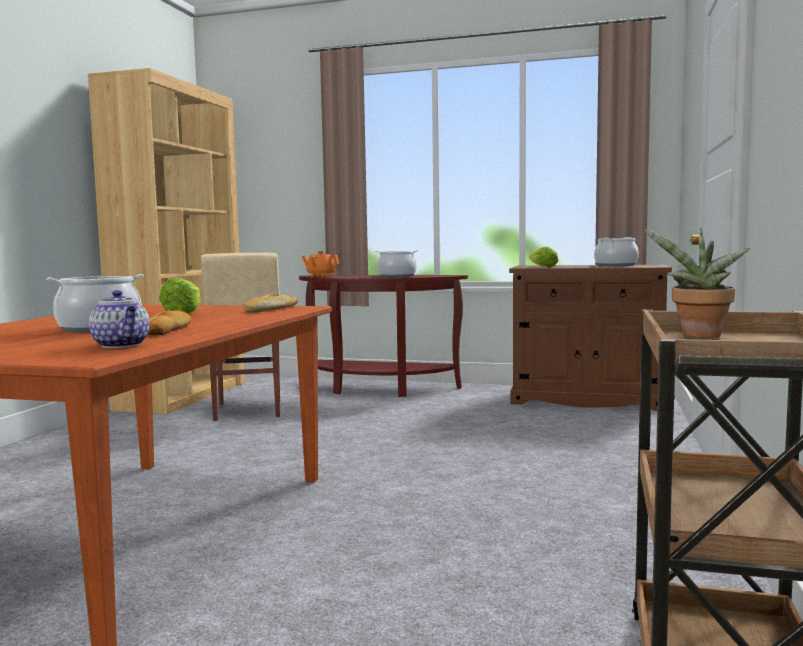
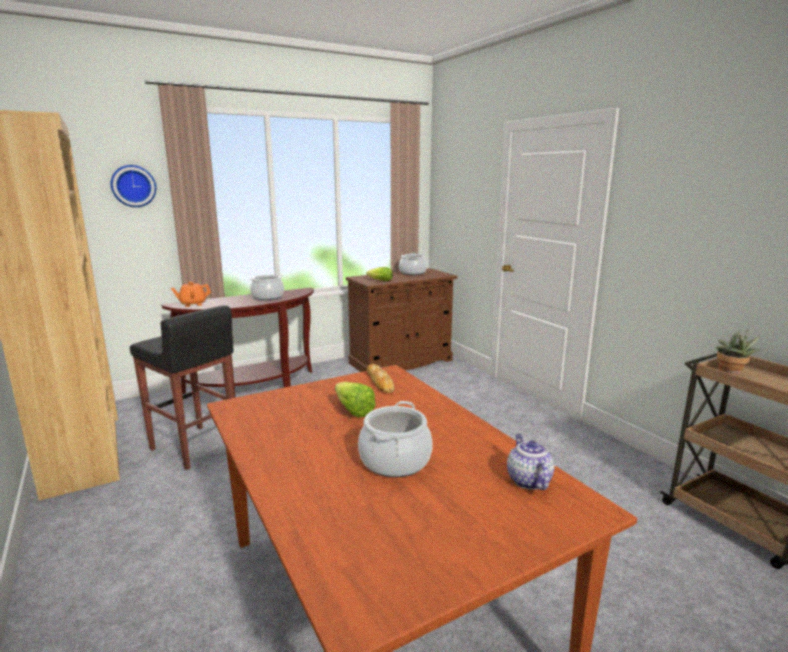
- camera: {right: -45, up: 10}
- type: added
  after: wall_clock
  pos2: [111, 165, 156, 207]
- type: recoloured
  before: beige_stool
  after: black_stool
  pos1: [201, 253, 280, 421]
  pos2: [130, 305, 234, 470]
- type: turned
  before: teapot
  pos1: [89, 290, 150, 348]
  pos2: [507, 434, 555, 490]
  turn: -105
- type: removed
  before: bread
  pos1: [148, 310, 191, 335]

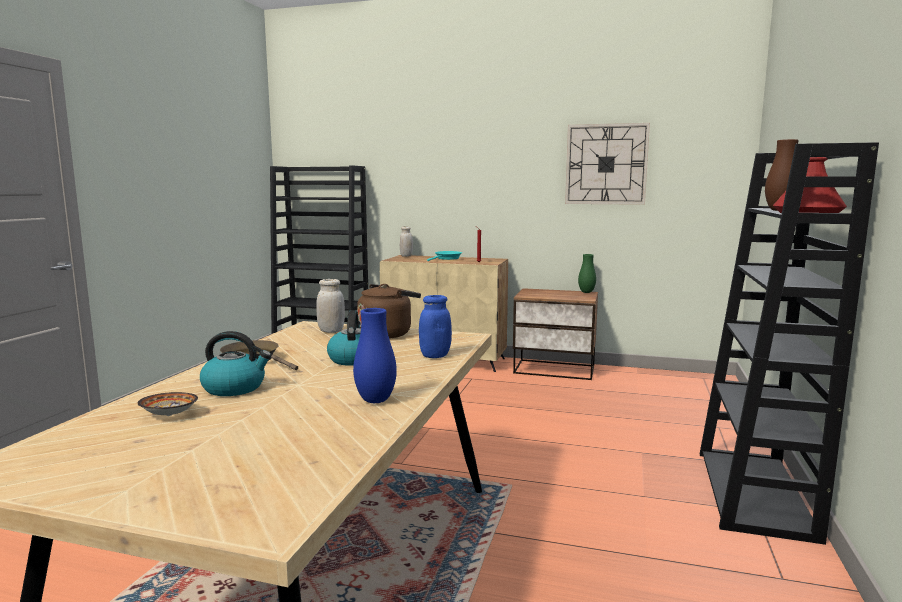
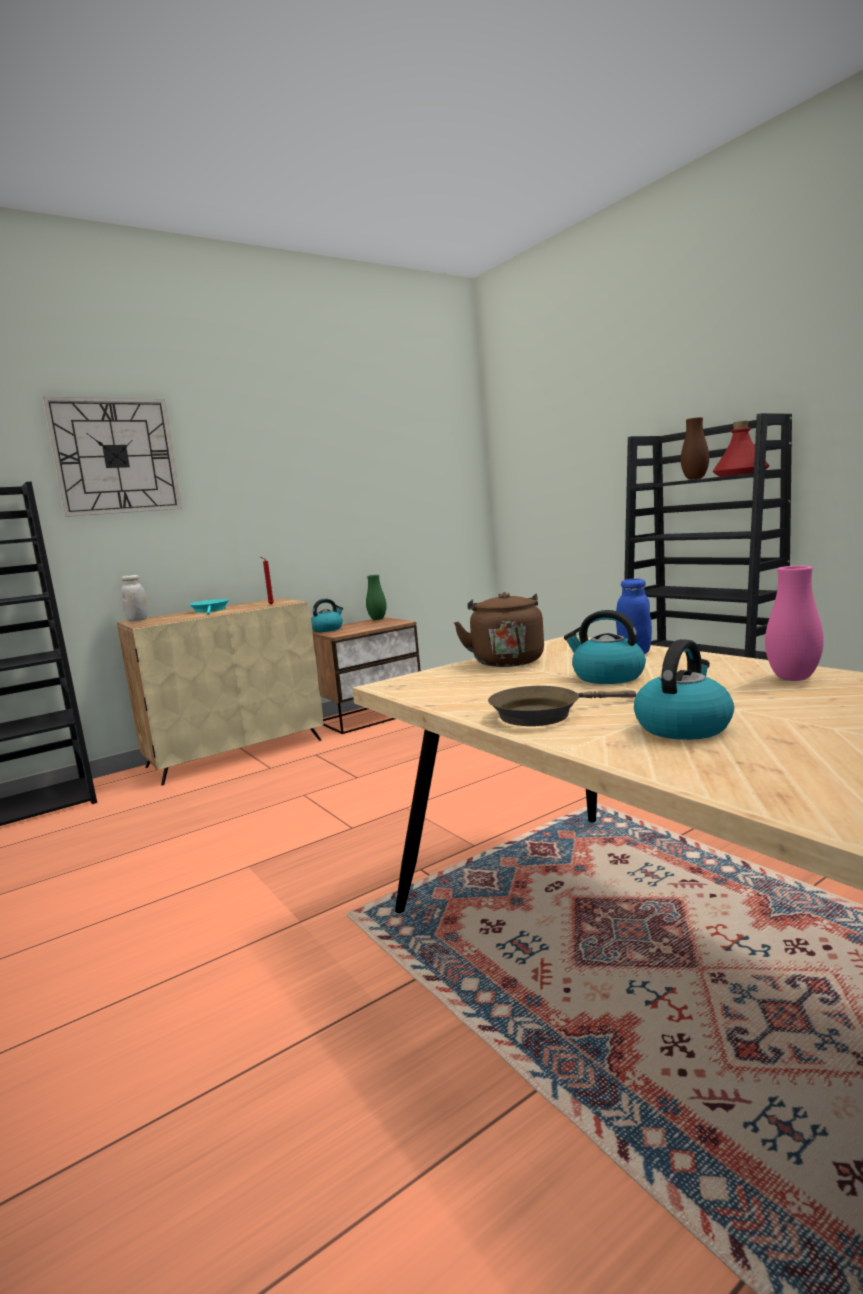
- camera: {right: -50, up: 0}
- type: moved
  before: wall_clock
  pos1: [565, 123, 650, 205]
  pos2: [42, 397, 182, 517]
- type: added
  after: kettle
  pos2: [311, 599, 343, 632]
- type: recoloured
  before: blue_vase
  after: pink_vase
  pos1: [353, 308, 397, 403]
  pos2: [765, 566, 824, 681]
- type: removed
  before: bowl
  pos1: [138, 392, 198, 416]
- type: removed
  before: white_jar
  pos1: [316, 279, 345, 333]

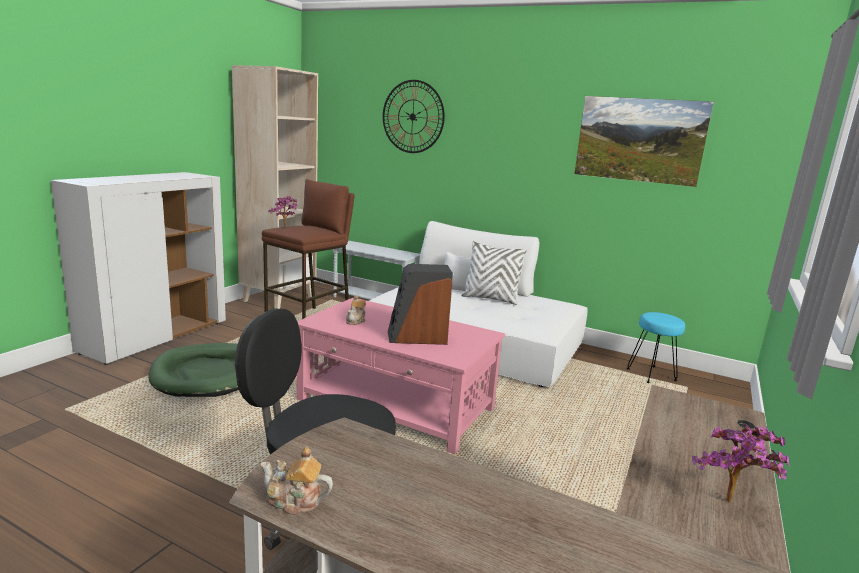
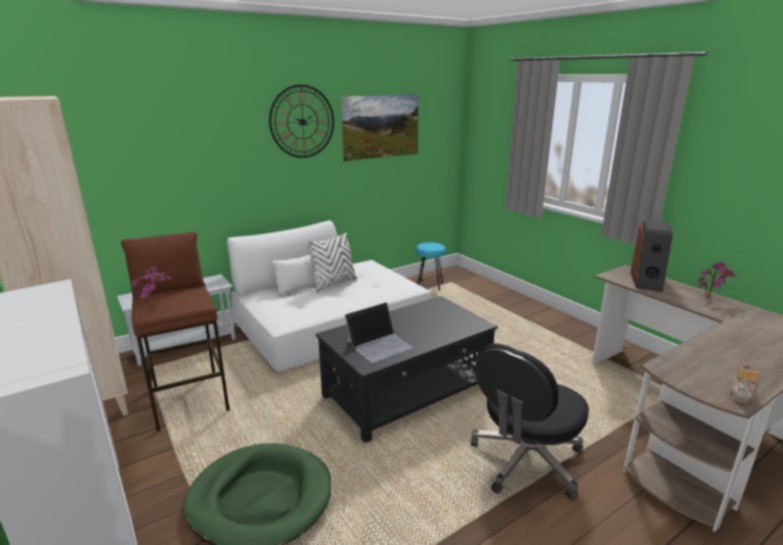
- camera: {right: -60, up: 5}
- type: moved
  before: wall_clock
  pos1: [383, 80, 445, 153]
  pos2: [269, 85, 334, 158]
- type: recoloured
  before: pink_coffee_table
  after: black_coffee_table
  pos1: [297, 297, 505, 454]
  pos2: [316, 296, 498, 443]
- type: replaced
  before: teapot
  after: laptop
  pos1: [346, 295, 366, 325]
  pos2: [345, 302, 413, 363]
- type: moved
  before: speaker
  pos1: [388, 264, 453, 345]
  pos2: [631, 220, 673, 292]

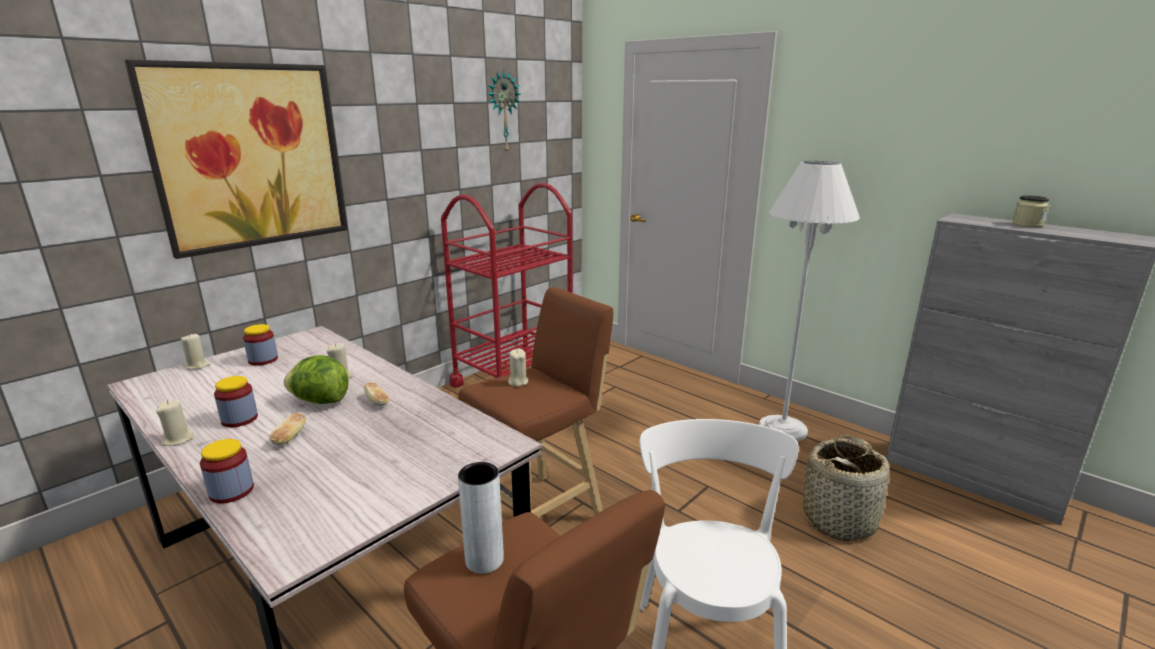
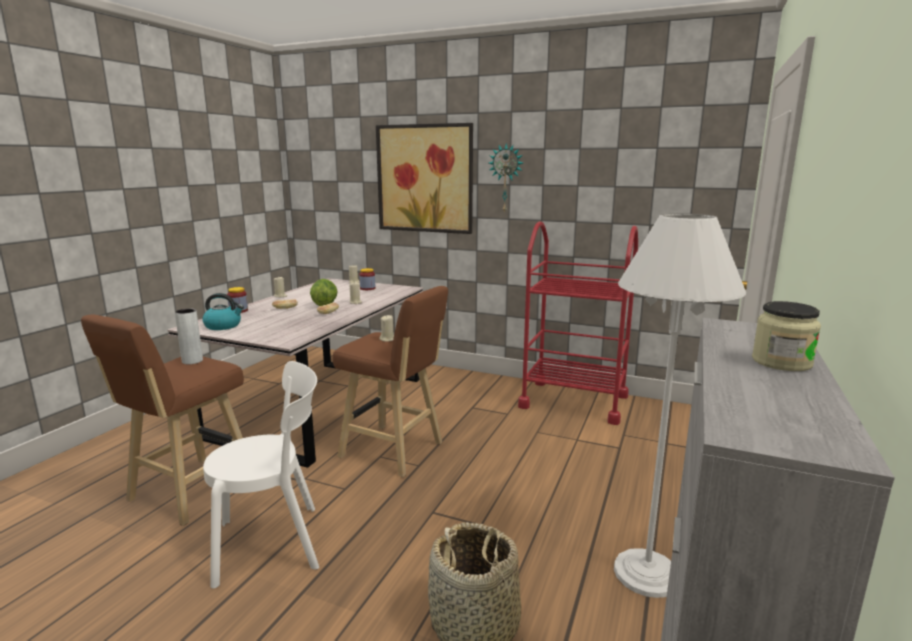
- camera: {right: 70, up: -5}
- type: added
  after: kettle
  pos2: [202, 293, 244, 330]
- type: moved
  before: wall_clock
  pos1: [488, 70, 520, 152]
  pos2: [489, 143, 523, 213]
- type: removed
  before: jar
  pos1: [214, 376, 258, 427]

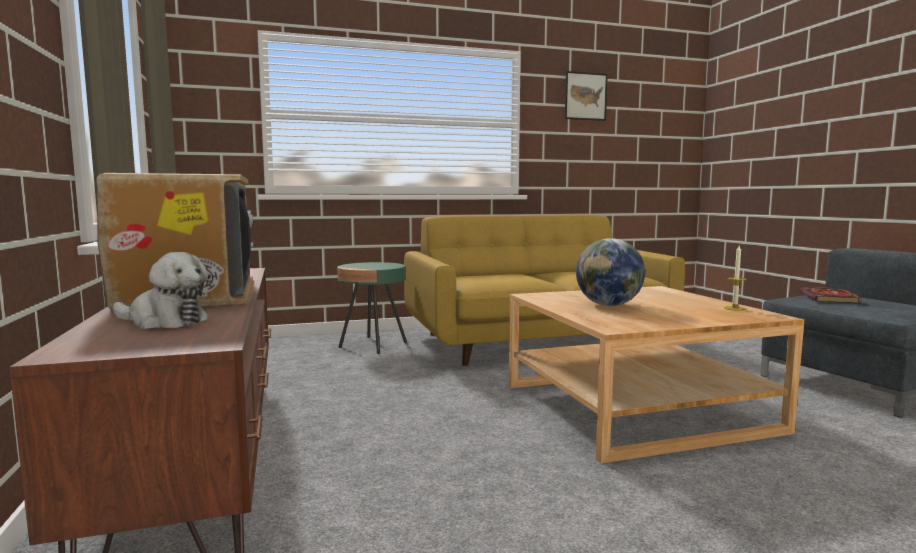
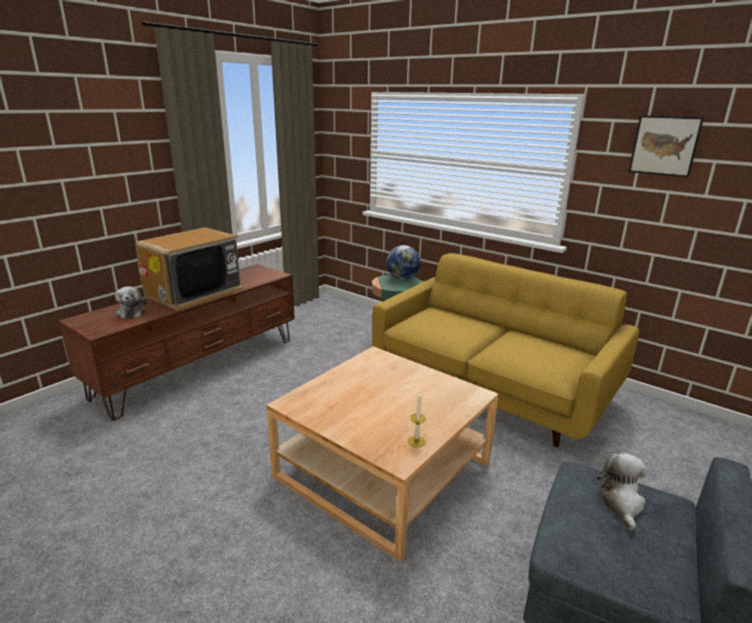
- camera: {right: 55, up: 15}
- type: moved
  before: globe
  pos1: [576, 238, 645, 306]
  pos2: [386, 245, 421, 280]
- type: replaced
  before: book
  after: plush_toy
  pos1: [800, 287, 861, 304]
  pos2: [597, 453, 647, 531]

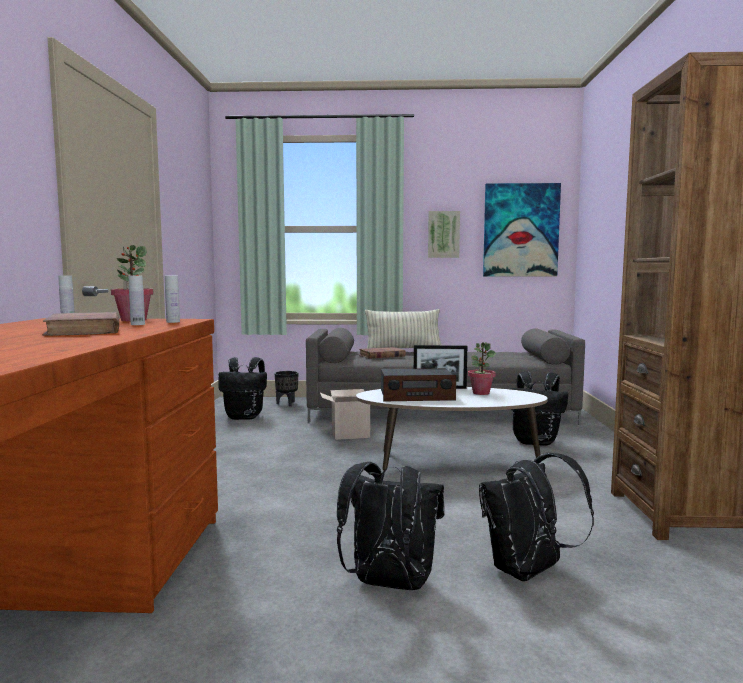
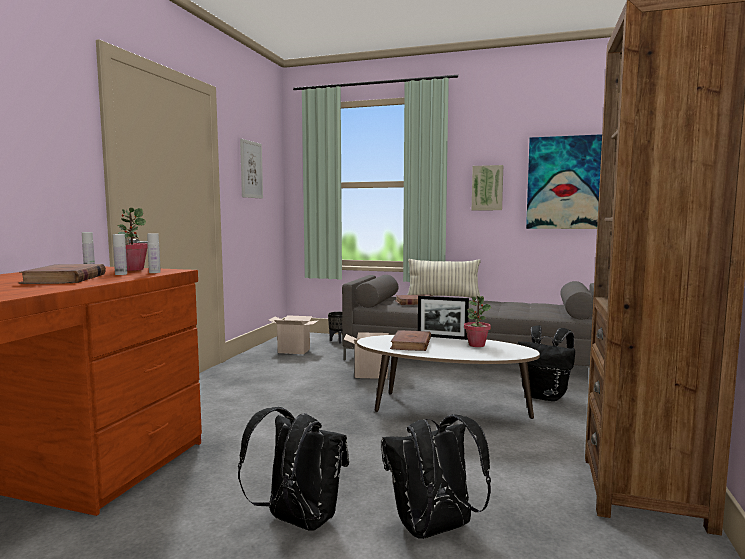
- camera: {right: 15, up: 0}
- type: added
  after: picture
  pos2: [240, 139, 263, 199]
- type: replaced
  before: black_backpack
  after: cardboard_box
  pos1: [218, 357, 267, 420]
  pos2: [269, 315, 319, 354]
- type: replaced
  before: radio
  after: brown_book
  pos1: [381, 368, 456, 401]
  pos2: [390, 330, 431, 351]

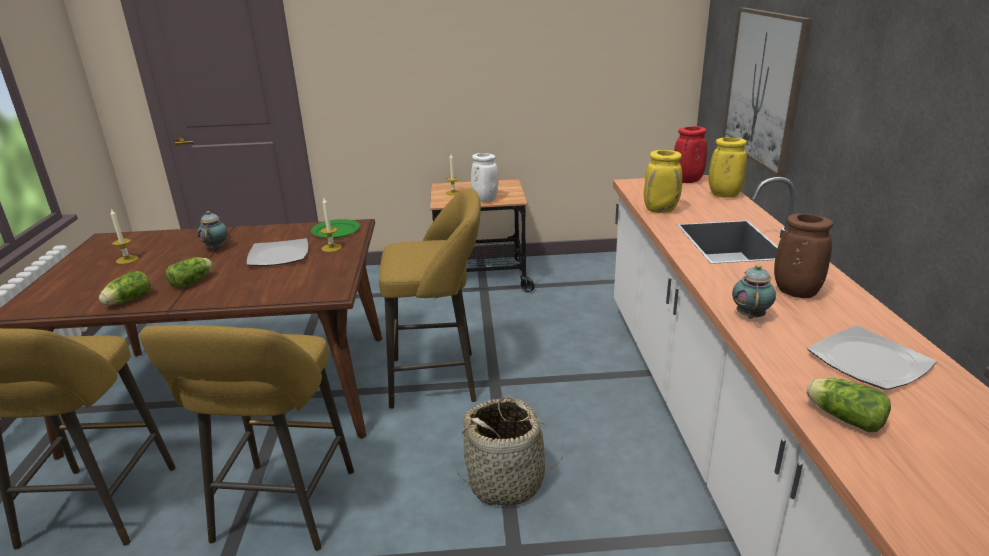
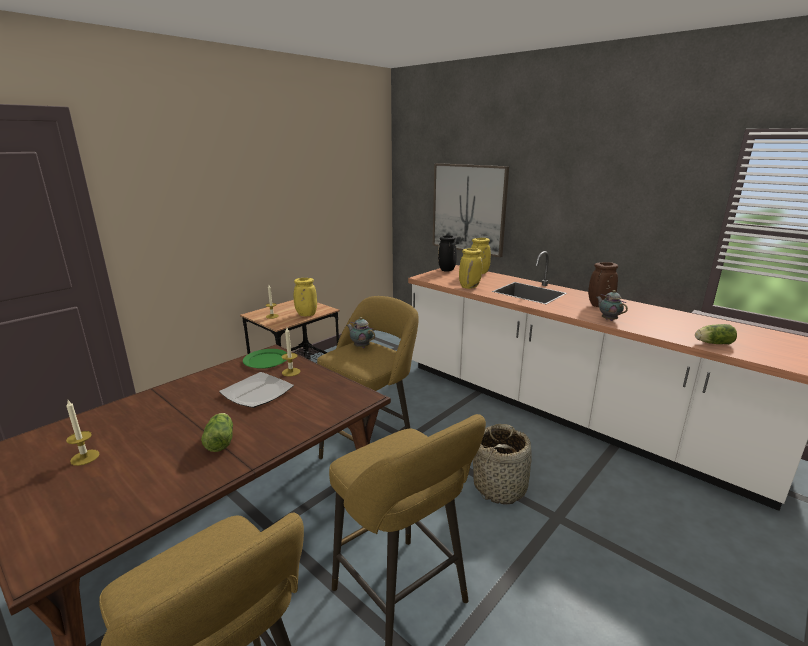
- camera: {right: -45, up: -5}
- type: recoloured
  before: white_vase
  after: yellow_vase
  pos1: [471, 153, 498, 202]
  pos2: [294, 278, 317, 316]
- type: moved
  before: teapot
  pos1: [198, 211, 228, 250]
  pos2: [347, 317, 375, 348]
- type: recoloured
  before: red_vase
  after: black_vase
  pos1: [674, 126, 707, 183]
  pos2: [438, 235, 457, 272]
- type: removed
  before: lettuce
  pos1: [99, 271, 151, 305]
- type: removed
  before: plate
  pos1: [808, 326, 937, 390]

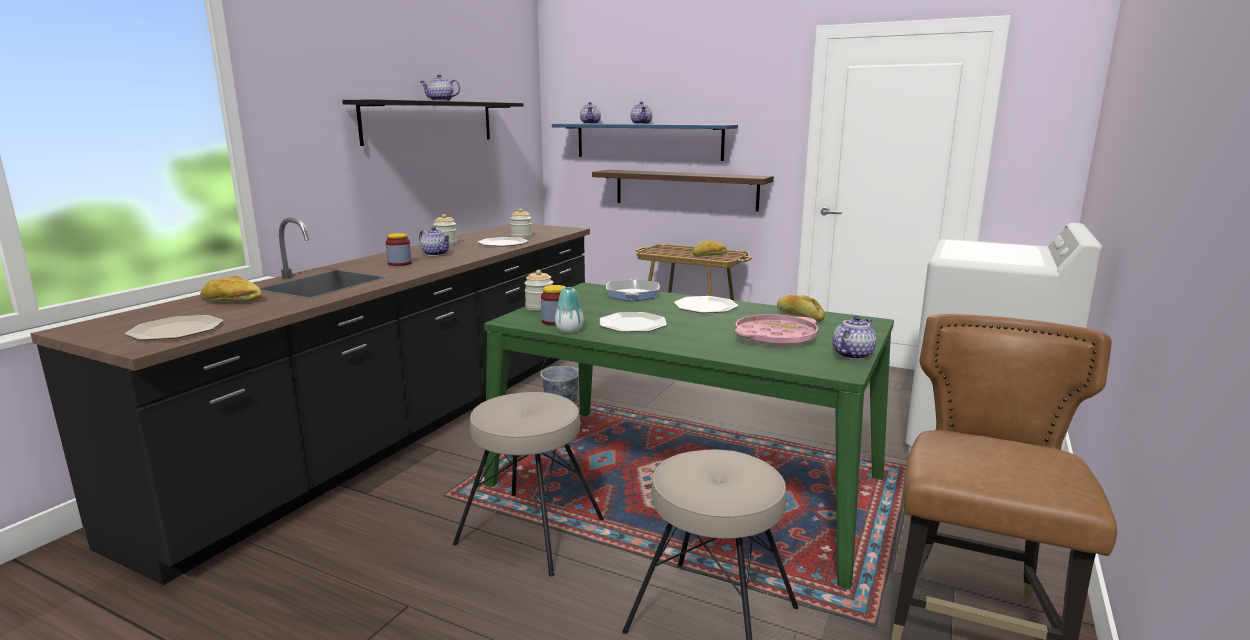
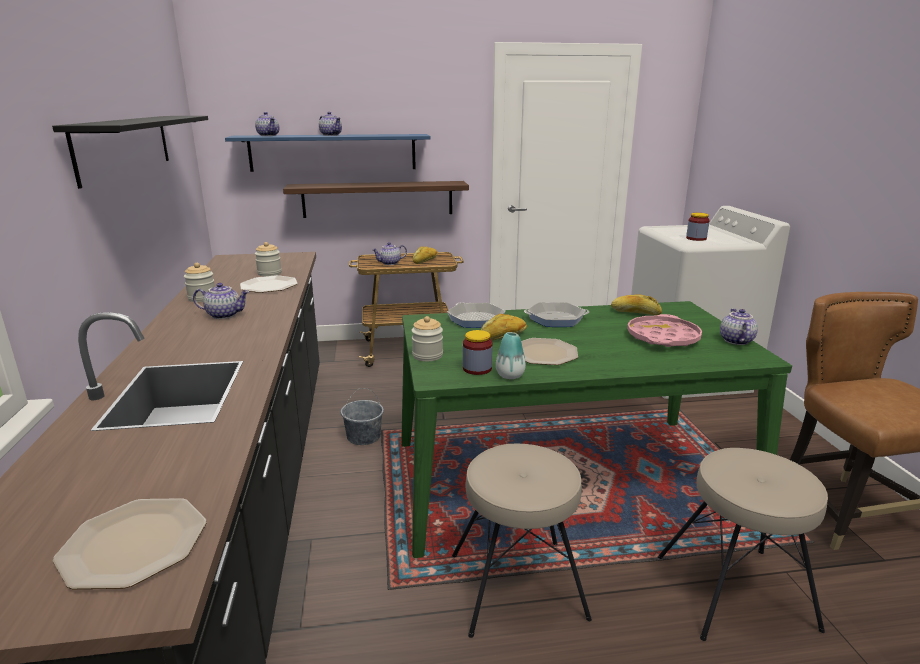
- camera: {right: -35, up: 5}
- type: moved
  before: teapot
  pos1: [420, 75, 460, 101]
  pos2: [372, 242, 407, 265]
- type: moved
  before: bread
  pos1: [200, 275, 262, 302]
  pos2: [481, 314, 527, 341]
- type: replaced
  before: plate
  after: frying_pan
  pos1: [674, 296, 738, 313]
  pos2: [524, 302, 589, 327]
- type: moved
  before: jar
  pos1: [386, 233, 412, 266]
  pos2: [686, 213, 710, 241]

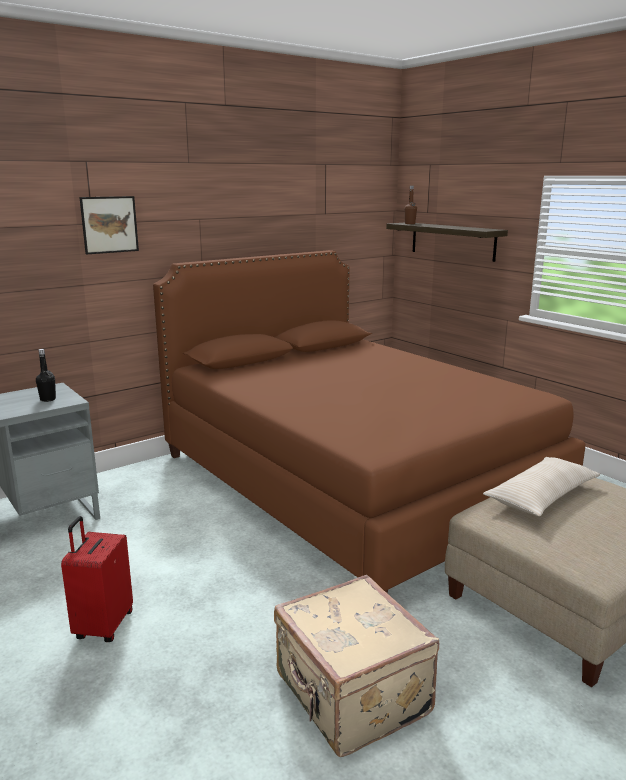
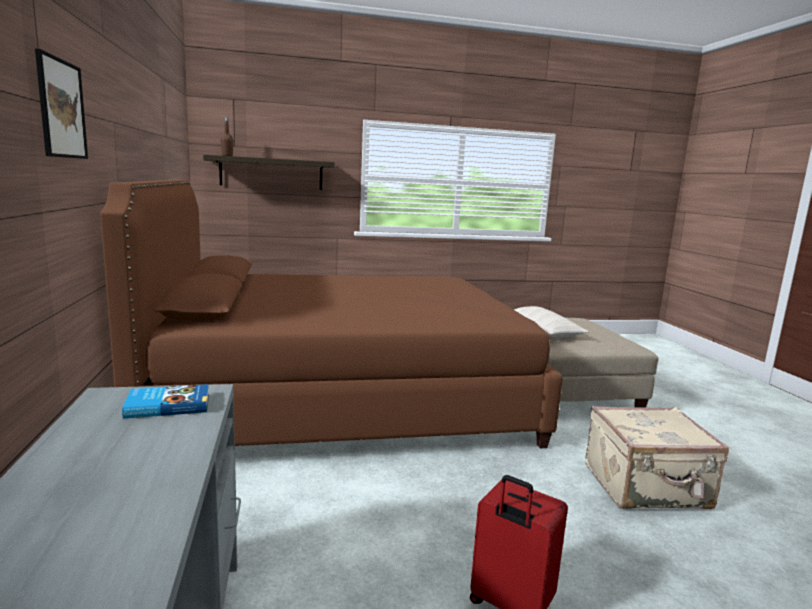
- camera: {right: -65, up: -5}
- type: replaced
  before: black_bottle
  after: book
  pos1: [36, 349, 56, 402]
  pos2: [122, 384, 209, 419]

